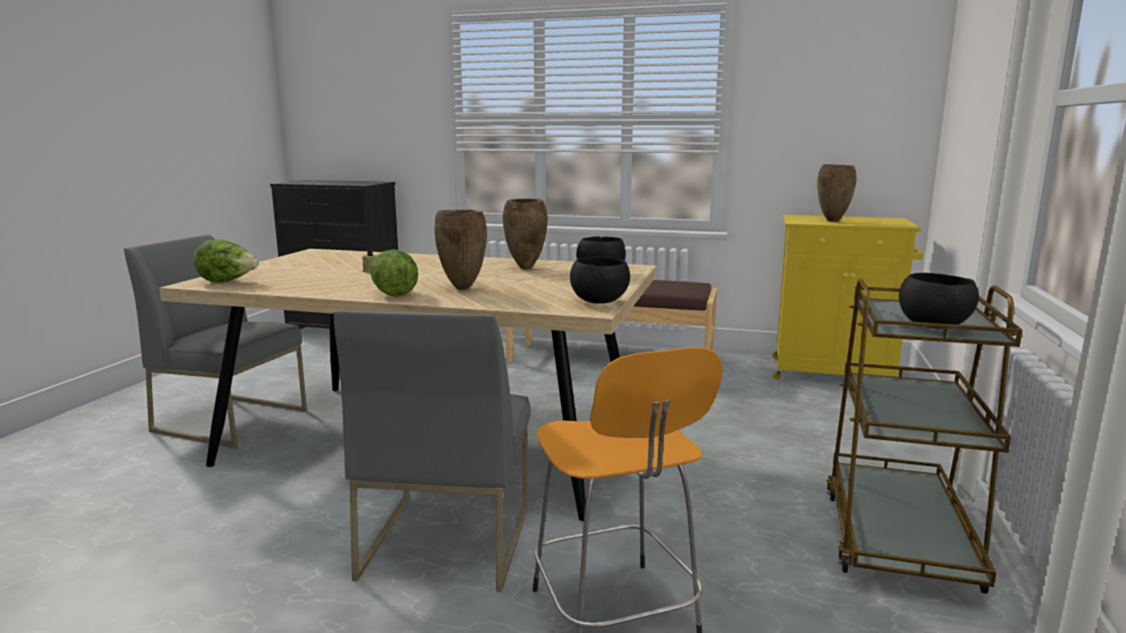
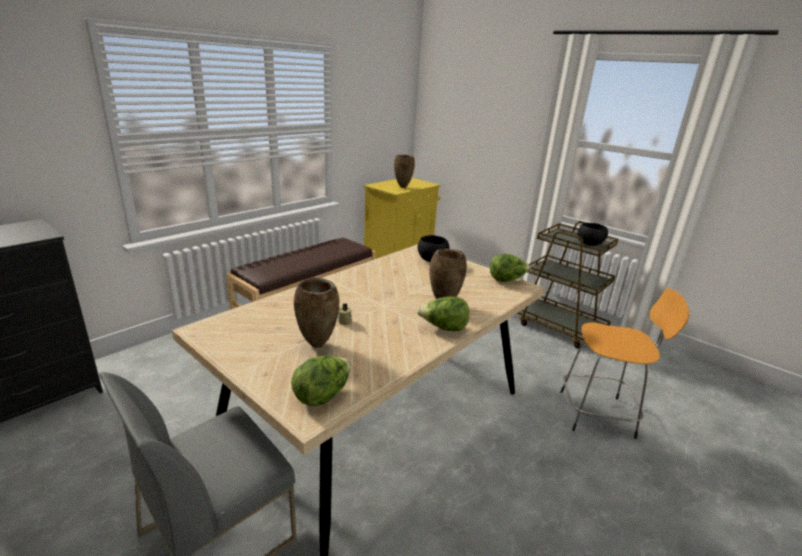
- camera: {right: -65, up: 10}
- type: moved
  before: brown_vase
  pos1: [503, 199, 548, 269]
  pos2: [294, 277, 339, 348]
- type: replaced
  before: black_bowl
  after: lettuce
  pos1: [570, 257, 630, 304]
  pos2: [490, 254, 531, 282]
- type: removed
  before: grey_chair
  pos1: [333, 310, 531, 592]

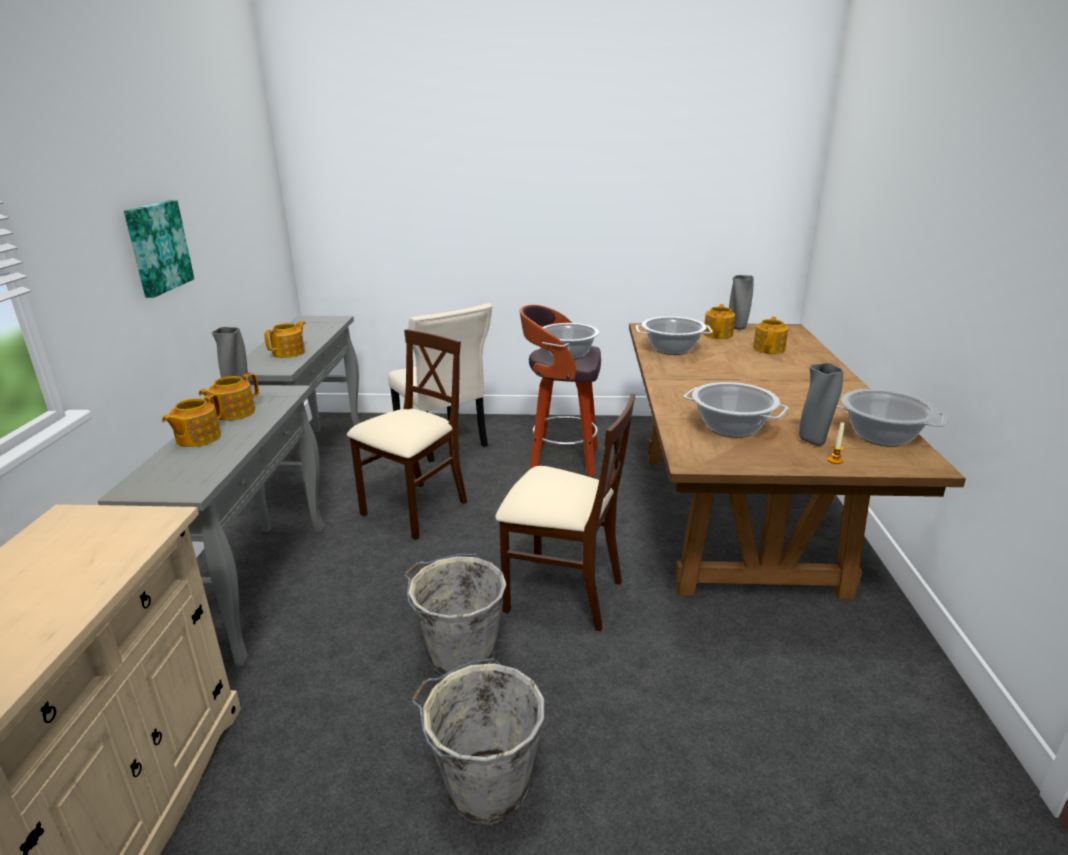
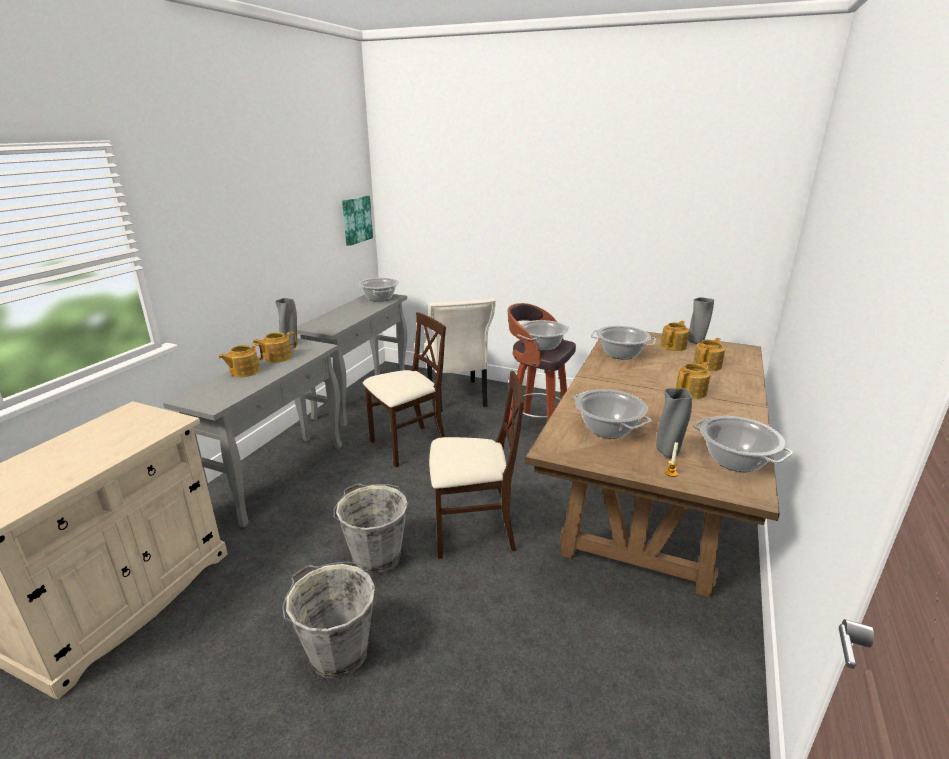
- camera: {right: 20, up: 0}
- type: moved
  before: picture
  pos1: [124, 200, 194, 298]
  pos2: [342, 196, 373, 246]
- type: added
  after: cooking_pot
  pos2: [358, 278, 399, 302]
- type: turned
  before: beige_chair
  pos1: [495, 393, 635, 631]
  pos2: [429, 371, 524, 559]
  turn: -45
- type: moved
  before: teapot
  pos1: [264, 321, 306, 358]
  pos2: [676, 362, 711, 399]

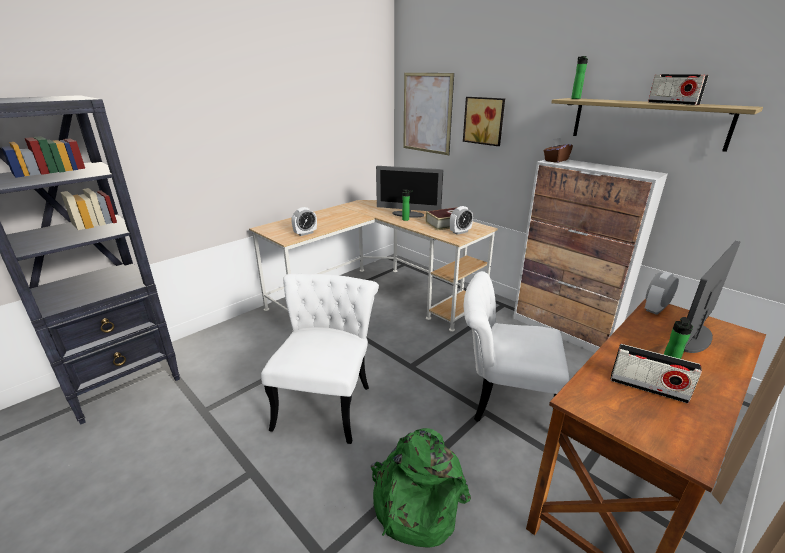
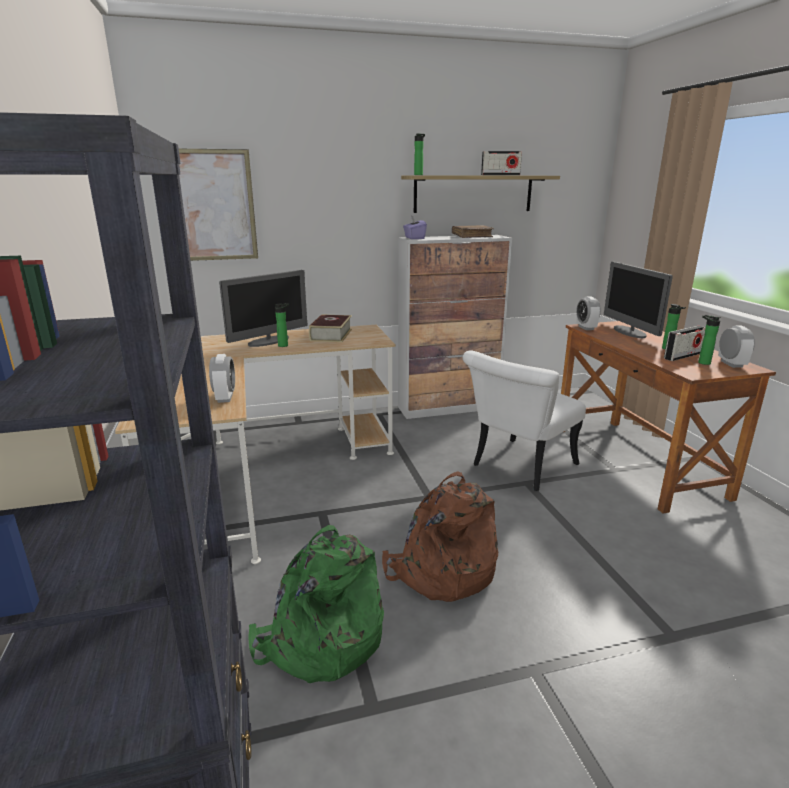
- camera: {right: -60, up: -5}
- type: moved
  before: green_backpack
  pos1: [371, 428, 471, 548]
  pos2: [249, 525, 384, 683]
- type: replaced
  before: white_chair
  after: brown_backpack
  pos1: [261, 274, 379, 444]
  pos2: [382, 471, 498, 602]
- type: recoloured
  before: brown_tissue_box
  after: purple_tissue_box
  pos1: [544, 138, 573, 163]
  pos2: [403, 215, 427, 239]
- type: added
  after: brown_book
  pos2: [452, 225, 494, 238]
- type: added
  after: bottle
  pos2: [698, 315, 721, 365]
- type: moved
  before: alarm_clock
  pos1: [450, 206, 473, 235]
  pos2: [718, 326, 755, 368]
- type: removed
  before: picture
  pos1: [463, 97, 505, 146]

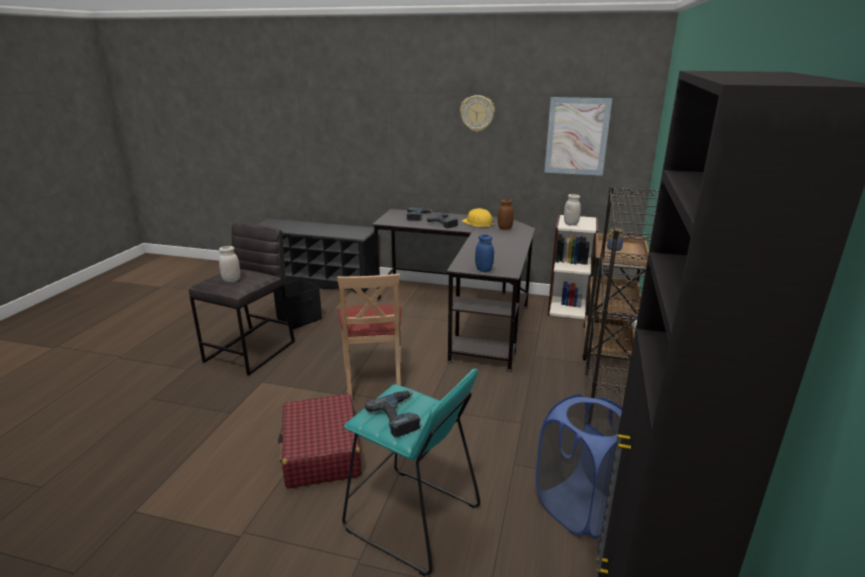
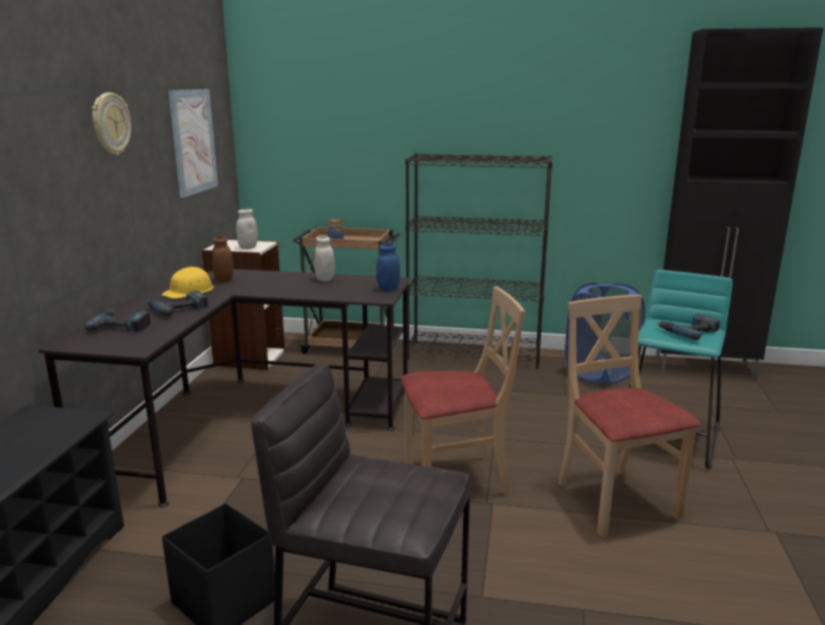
- camera: {right: -95, up: -5}
- type: moved
  before: white_jar
  pos1: [219, 246, 240, 282]
  pos2: [314, 236, 335, 281]
- type: replaced
  before: red_suitcase
  after: beige_chair
  pos1: [278, 394, 361, 488]
  pos2: [558, 295, 701, 537]

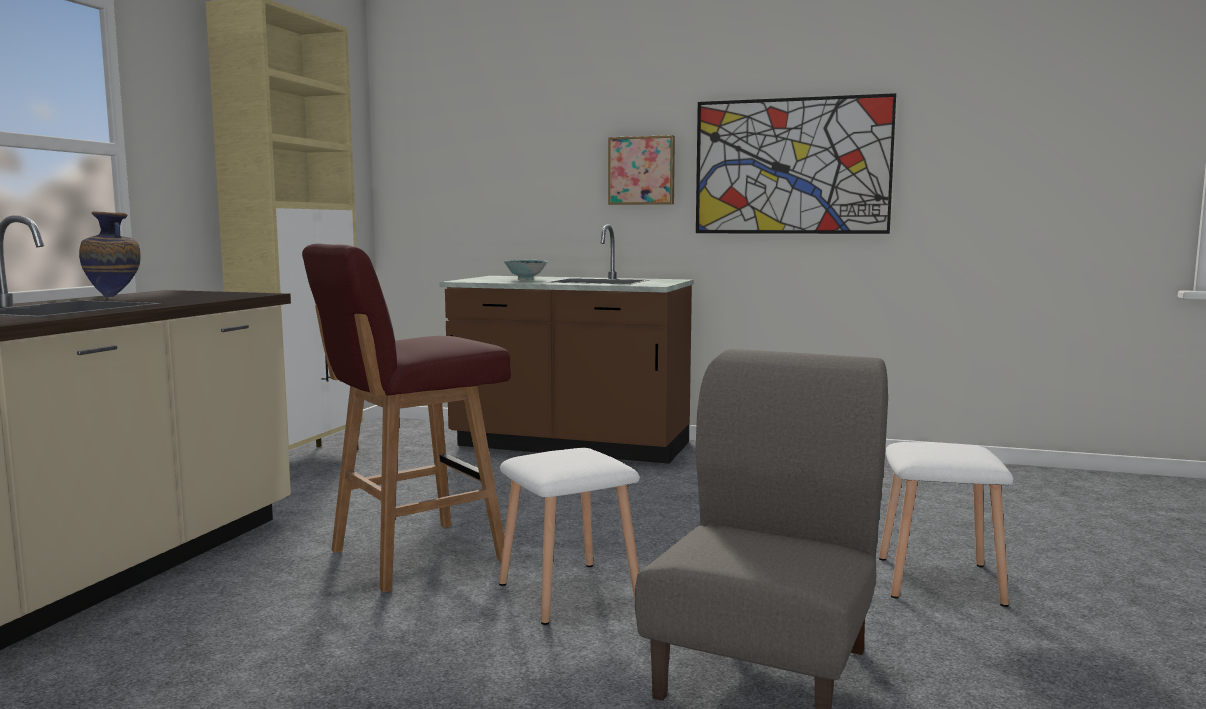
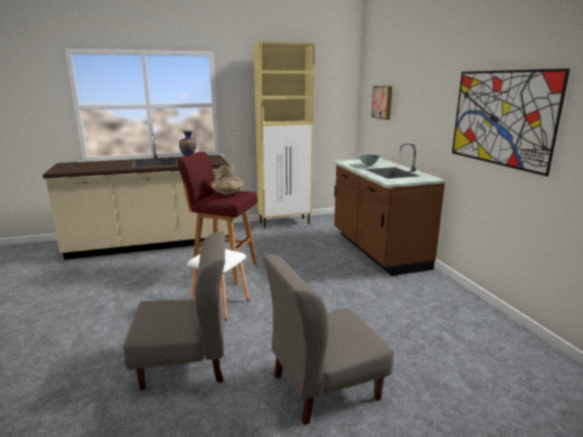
- camera: {right: 55, up: 10}
- type: added
  after: brown_vase
  pos2: [211, 165, 243, 195]
- type: replaced
  before: white_stool
  after: grey_chair
  pos1: [879, 442, 1014, 607]
  pos2: [263, 255, 393, 425]
- type: moved
  before: picture
  pos1: [608, 135, 675, 205]
  pos2: [371, 86, 392, 120]

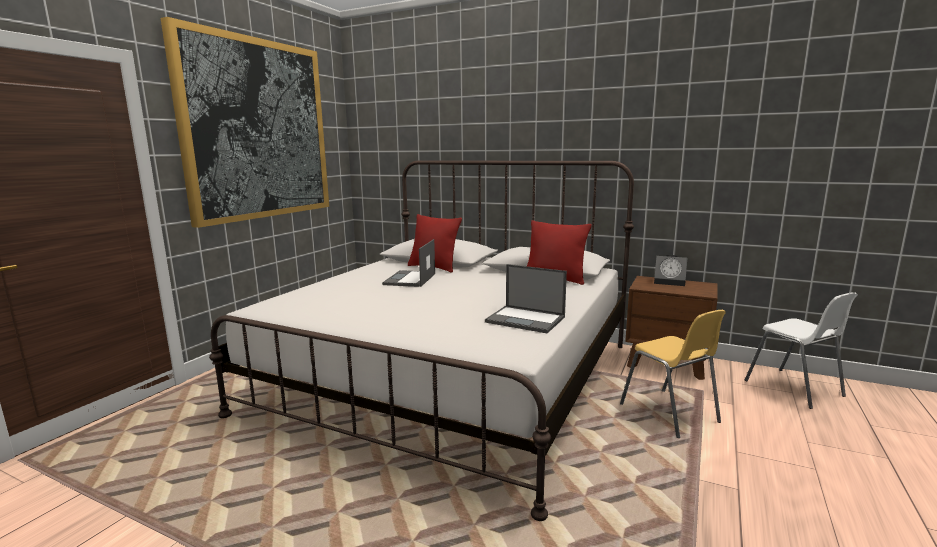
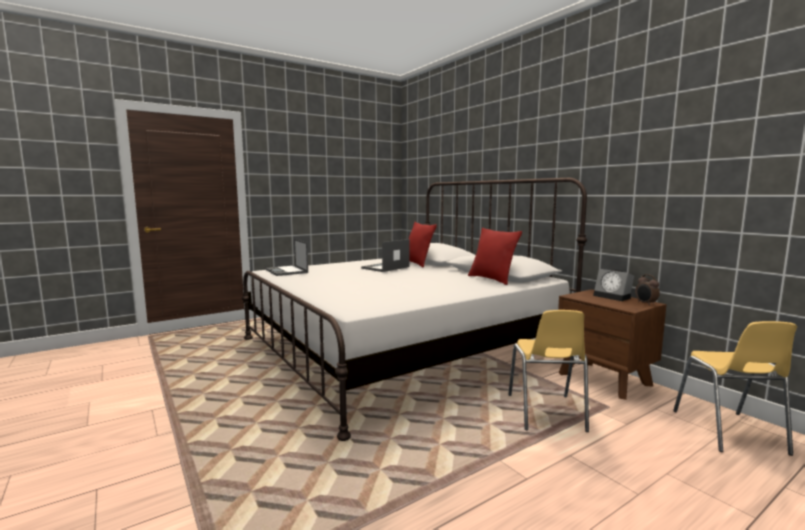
- camera: {right: 30, up: -5}
- type: moved
  before: laptop
  pos1: [485, 264, 567, 334]
  pos2: [266, 239, 308, 276]
- type: added
  after: alarm_clock
  pos2: [635, 274, 660, 306]
- type: recoloured
  before: white_chair
  after: yellow_chair
  pos1: [745, 292, 858, 409]
  pos2: [673, 321, 797, 456]
- type: removed
  before: picture
  pos1: [161, 17, 329, 228]

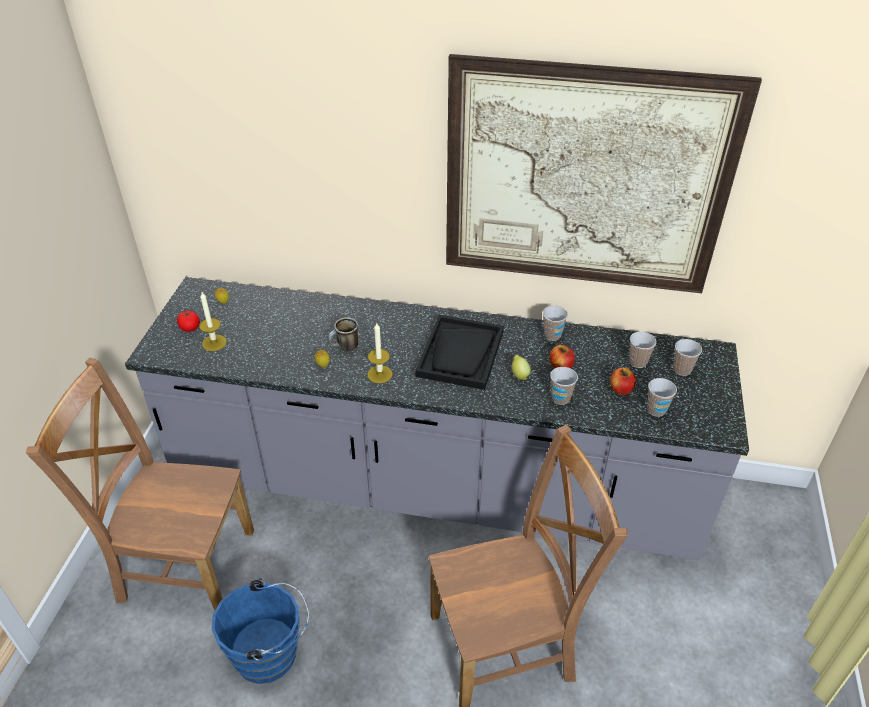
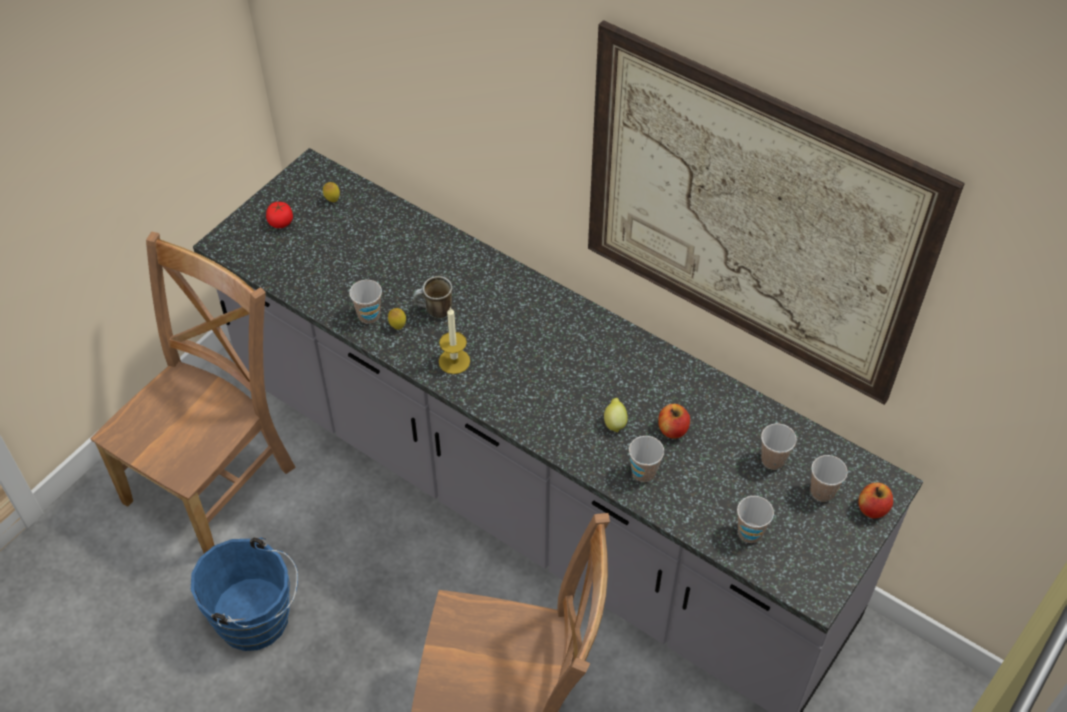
- camera: {right: 25, up: 10}
- type: turned
  before: brown_chair
  pos1: [26, 358, 254, 610]
  pos2: [90, 232, 295, 554]
  turn: 90
- type: moved
  before: cup
  pos1: [543, 305, 568, 341]
  pos2: [349, 280, 382, 324]
- type: moved
  before: apple
  pos1: [610, 368, 636, 395]
  pos2: [858, 483, 893, 519]
- type: removed
  before: candle
  pos1: [199, 292, 227, 351]
- type: removed
  before: black_tray
  pos1: [415, 315, 504, 390]

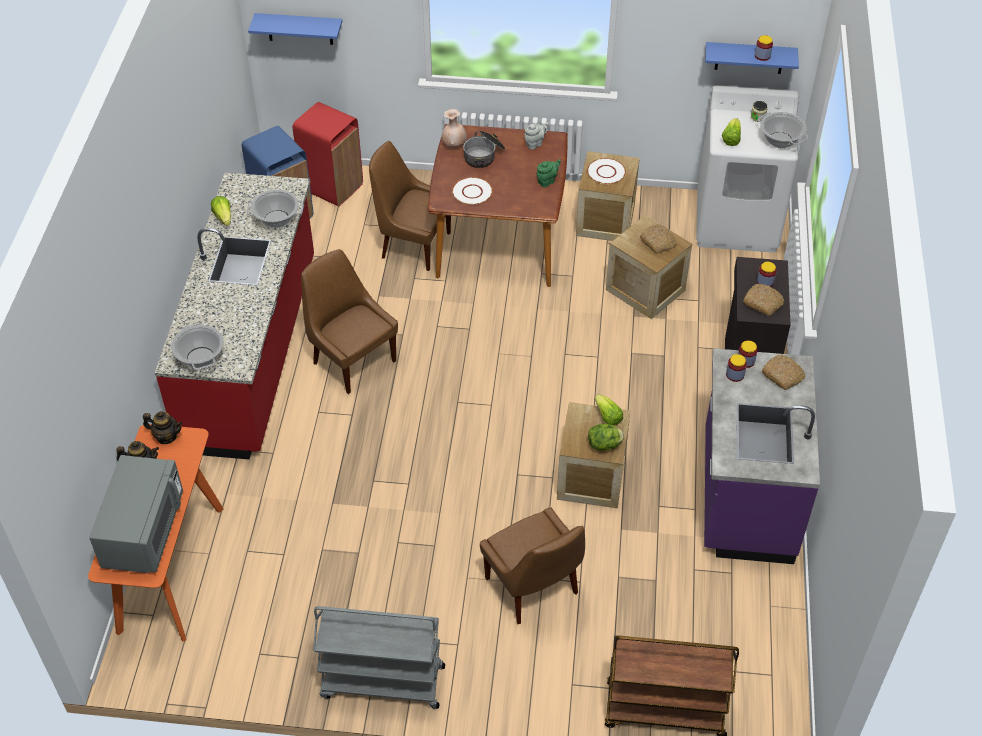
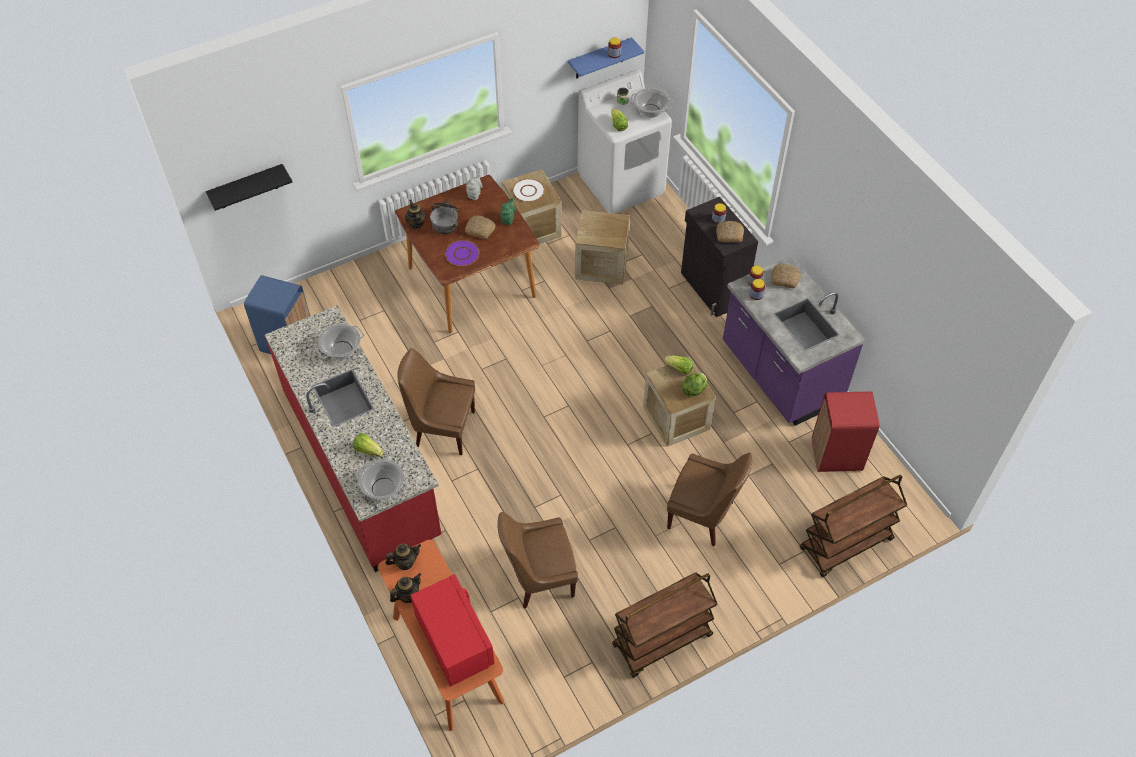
- camera: {right: -35, up: 5}
- type: recoloured
  before: blue_shelf
  after: black_shelf
  pos1: [248, 13, 342, 45]
  pos2: [206, 164, 292, 211]
- type: moved
  before: lettuce
  pos1: [211, 196, 231, 226]
  pos2: [353, 433, 383, 457]
- type: replaced
  before: beige_vase
  after: teapot
  pos1: [441, 109, 467, 146]
  pos2: [405, 200, 426, 229]
- type: recoloured
  before: grey_microwave
  after: red_microwave
  pos1: [89, 455, 183, 573]
  pos2: [410, 574, 495, 687]
- type: recoloured
  before: white_plate
  after: purple_plate
  pos1: [452, 177, 493, 205]
  pos2: [445, 240, 480, 266]
- type: moved
  before: bread
  pos1: [640, 224, 677, 254]
  pos2: [465, 215, 496, 239]
- type: moved
  before: brown_chair
  pos1: [369, 141, 451, 271]
  pos2: [498, 512, 578, 609]
- type: recoloured
  before: grey_cart
  after: brown_cart
  pos1: [313, 606, 445, 709]
  pos2: [612, 573, 718, 678]
- type: moved
  before: red_trash_can
  pos1: [293, 102, 363, 206]
  pos2: [812, 391, 879, 472]

